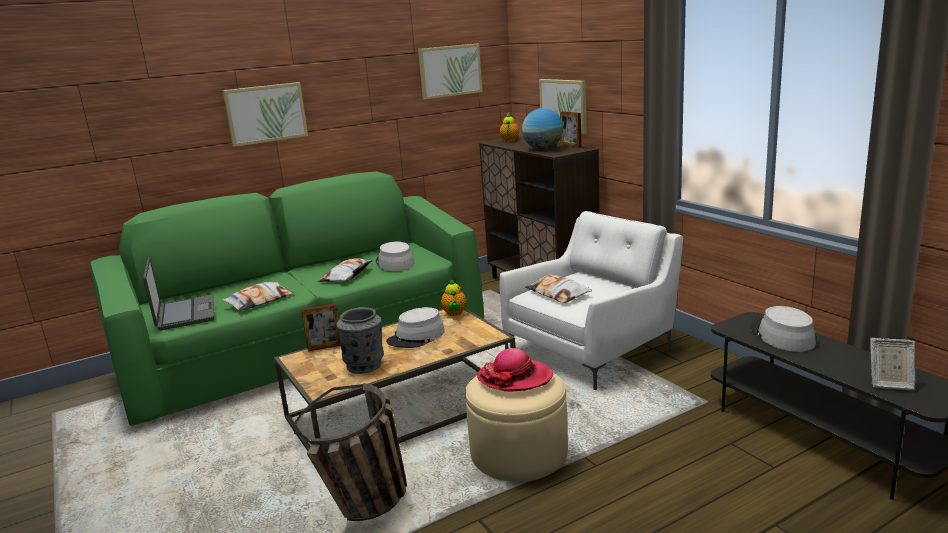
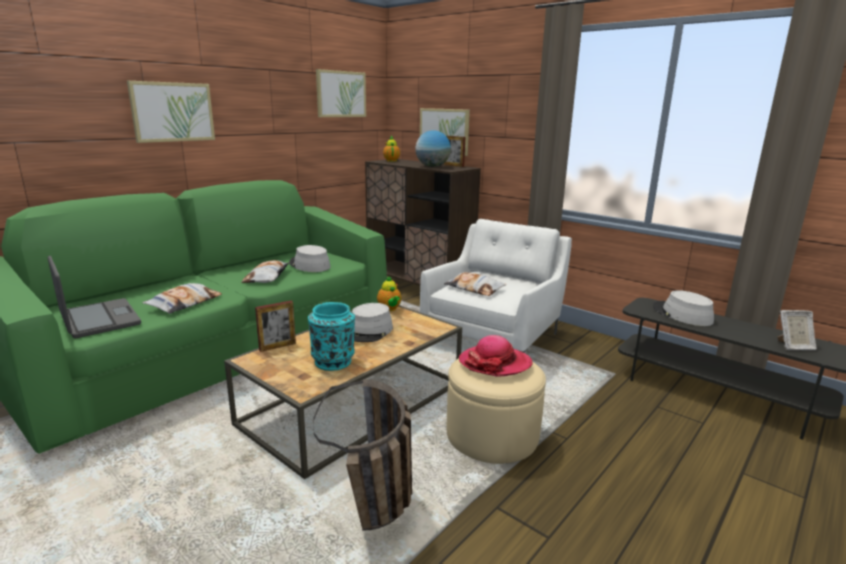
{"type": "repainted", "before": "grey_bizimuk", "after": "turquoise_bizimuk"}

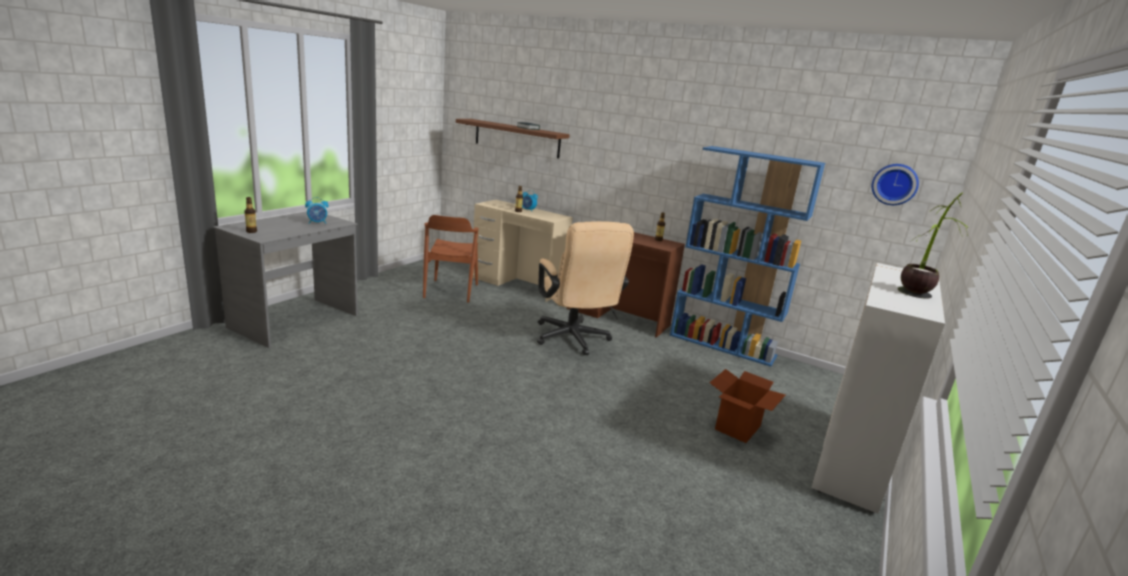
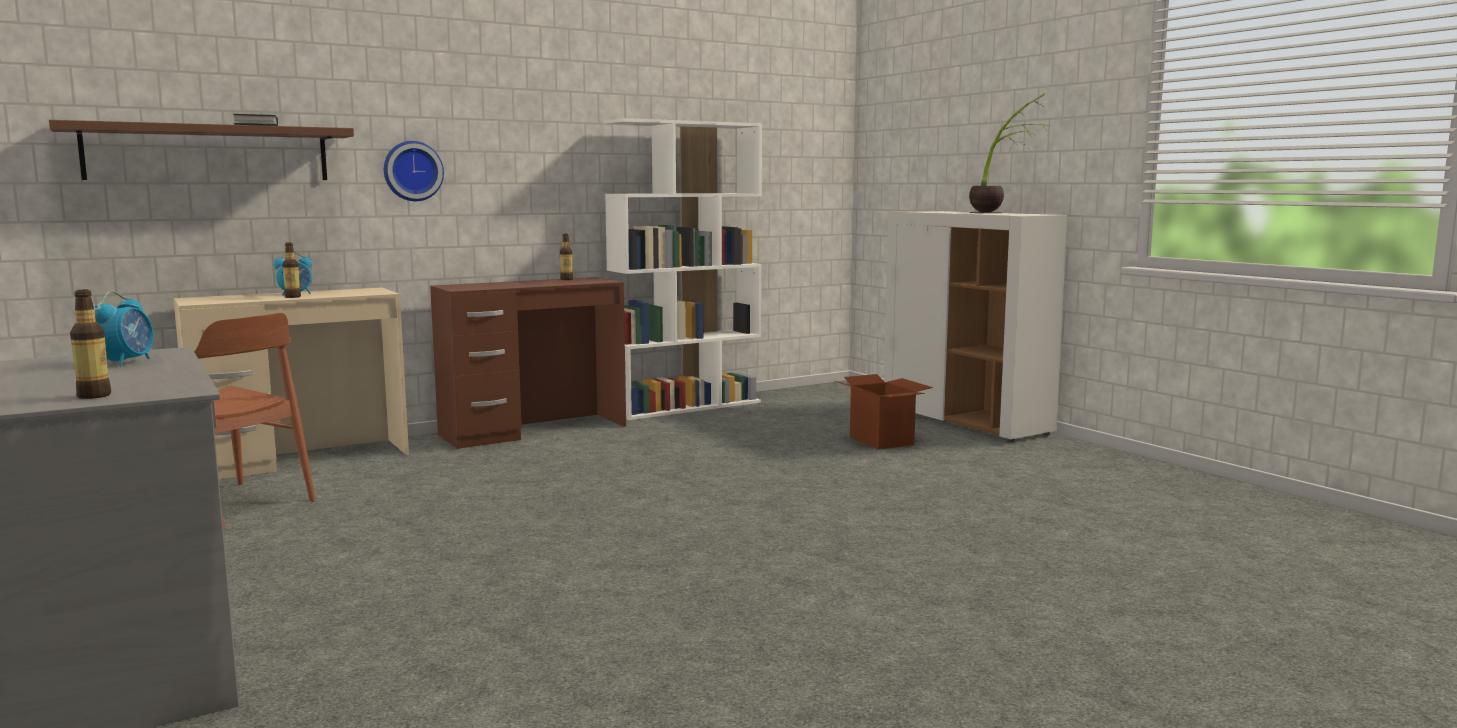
{"type": "gone", "before": "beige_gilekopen"}
{"type": "repainted", "before": "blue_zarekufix", "after": "white_zarekufix"}
{"type": "shifted", "before": "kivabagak"}

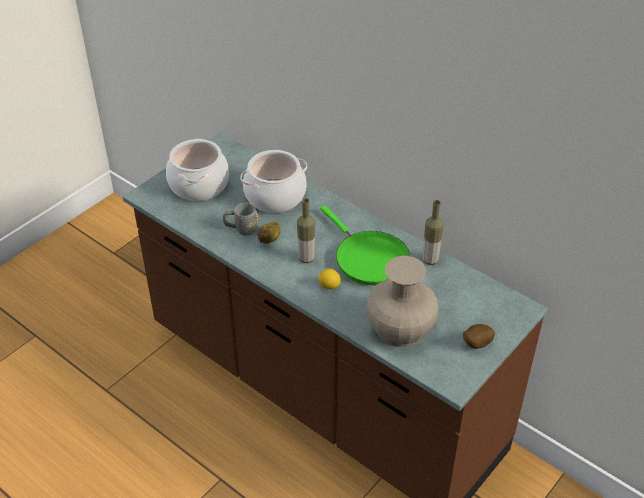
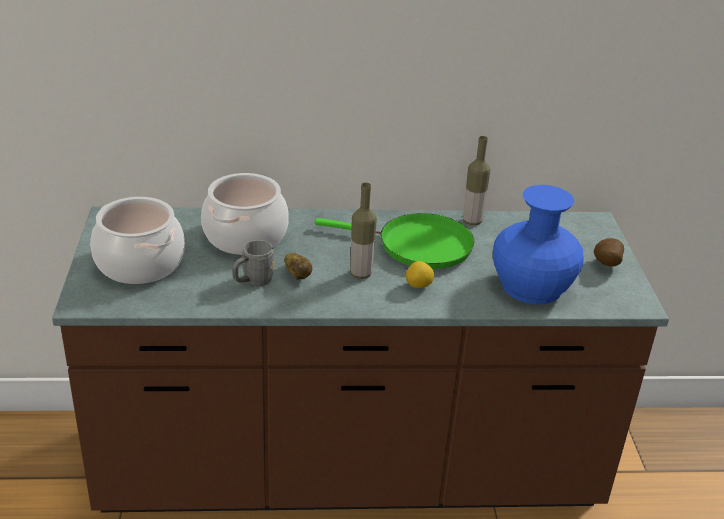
{"type": "repainted", "before": "beige_bizimuk", "after": "blue_bizimuk"}

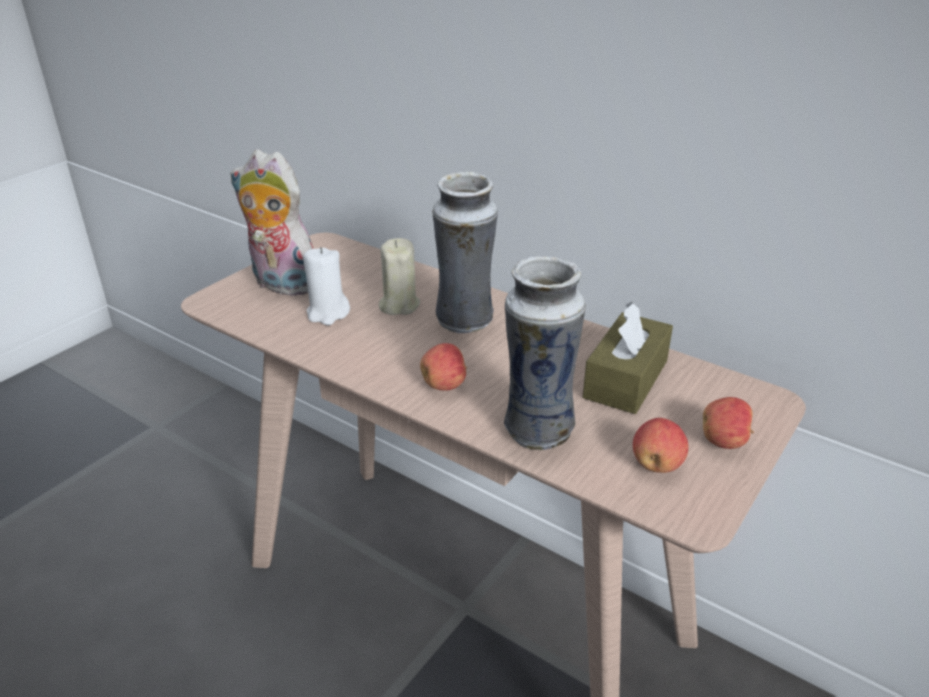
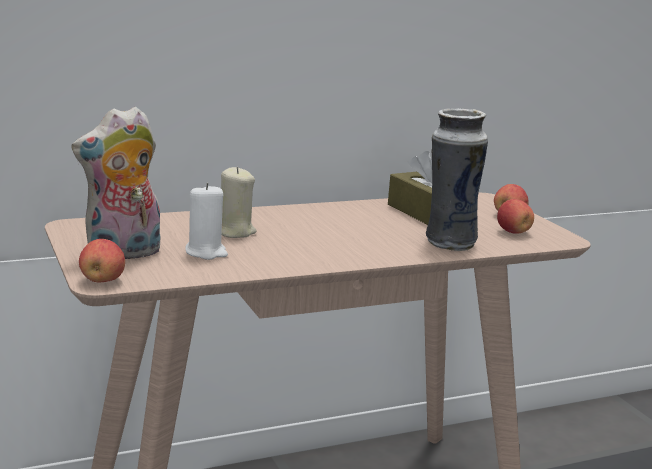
{"type": "shifted", "before": "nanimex (no. 1 from left)"}
{"type": "gone", "before": "bizimuk (no. 1 from left)"}

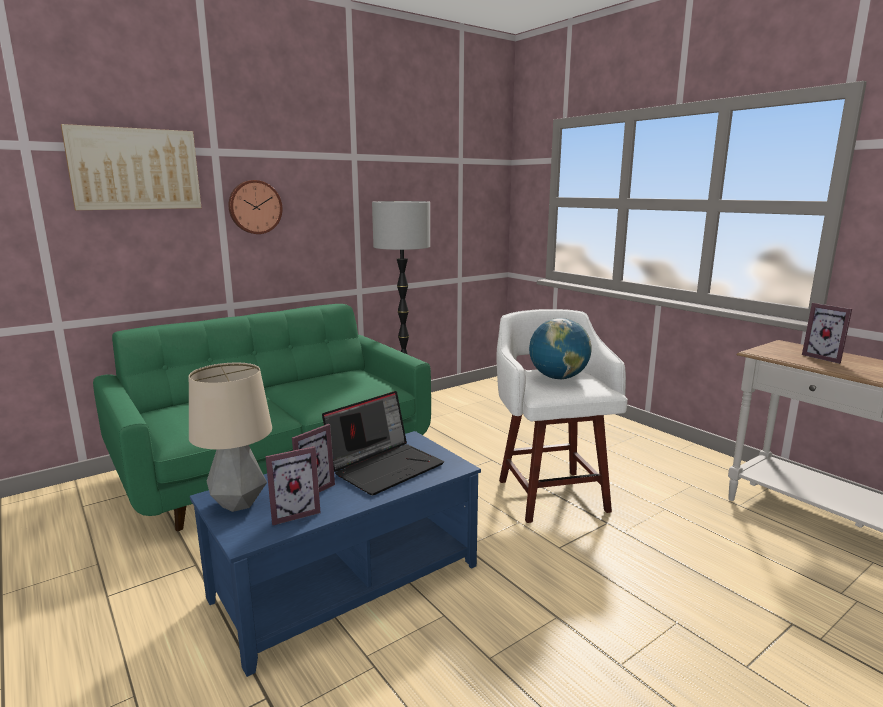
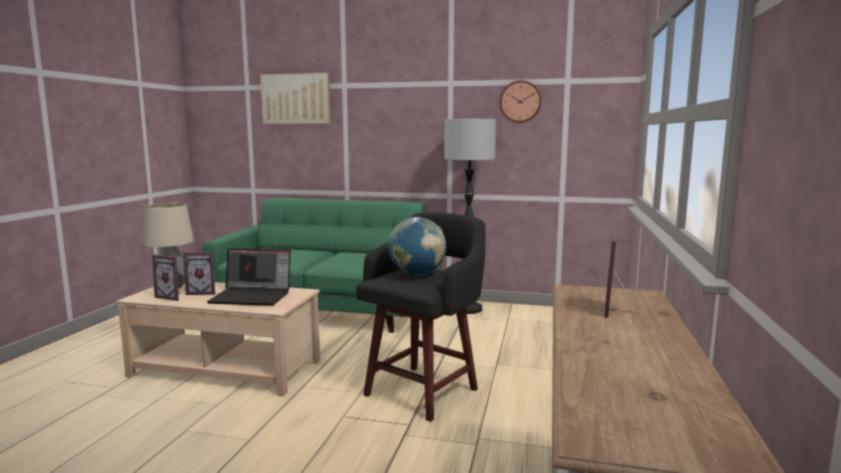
{"type": "repainted", "before": "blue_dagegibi", "after": "beige_dagegibi"}
{"type": "shifted", "before": "kivabagak"}
{"type": "repainted", "before": "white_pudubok", "after": "black_pudubok"}

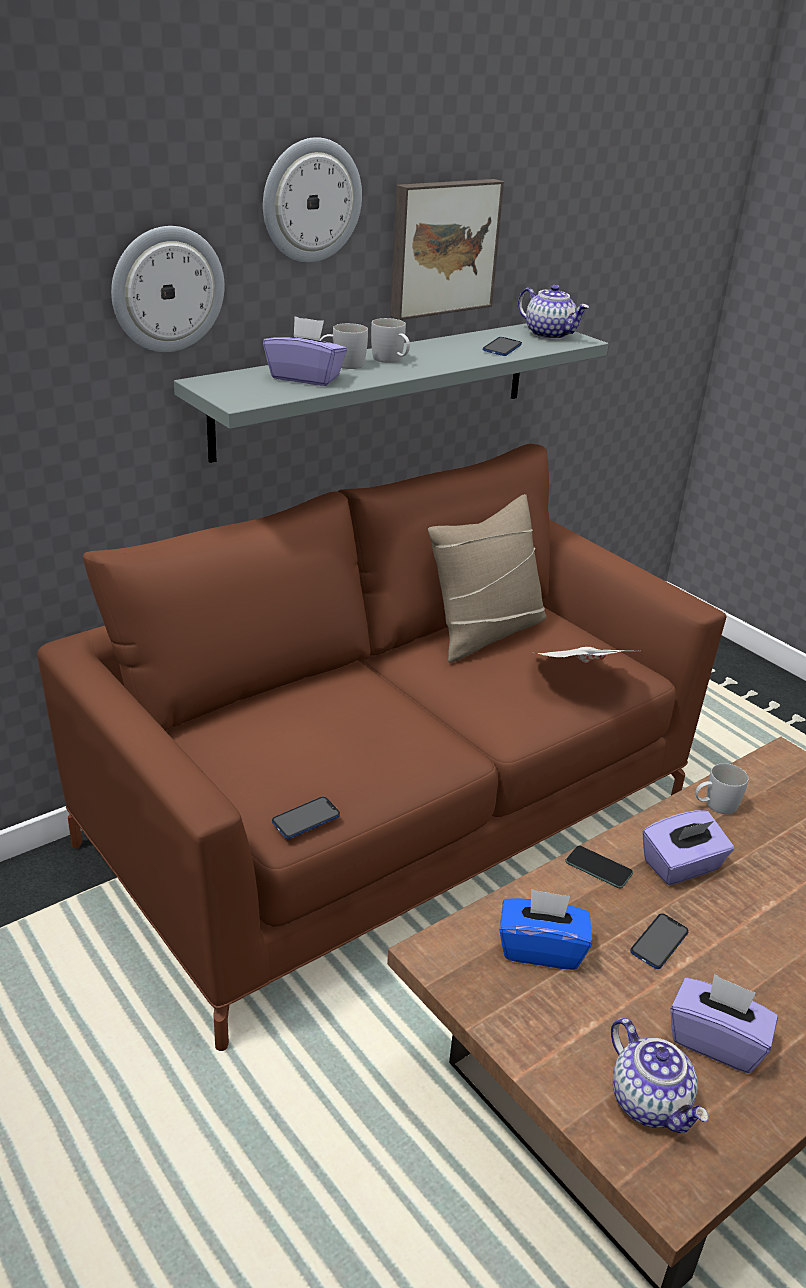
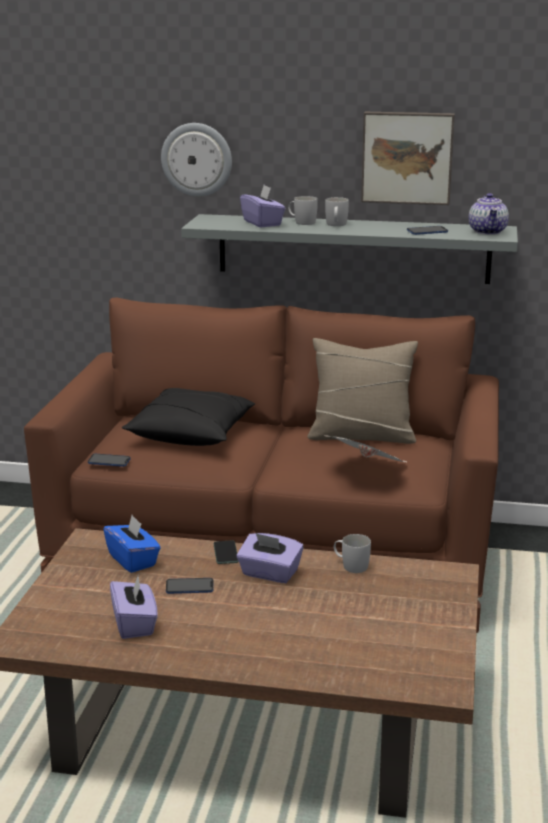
{"type": "gone", "before": "kivabagak (no. 2 from left)"}
{"type": "gone", "before": "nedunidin (no. 2 from left)"}
{"type": "new", "after": "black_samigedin"}

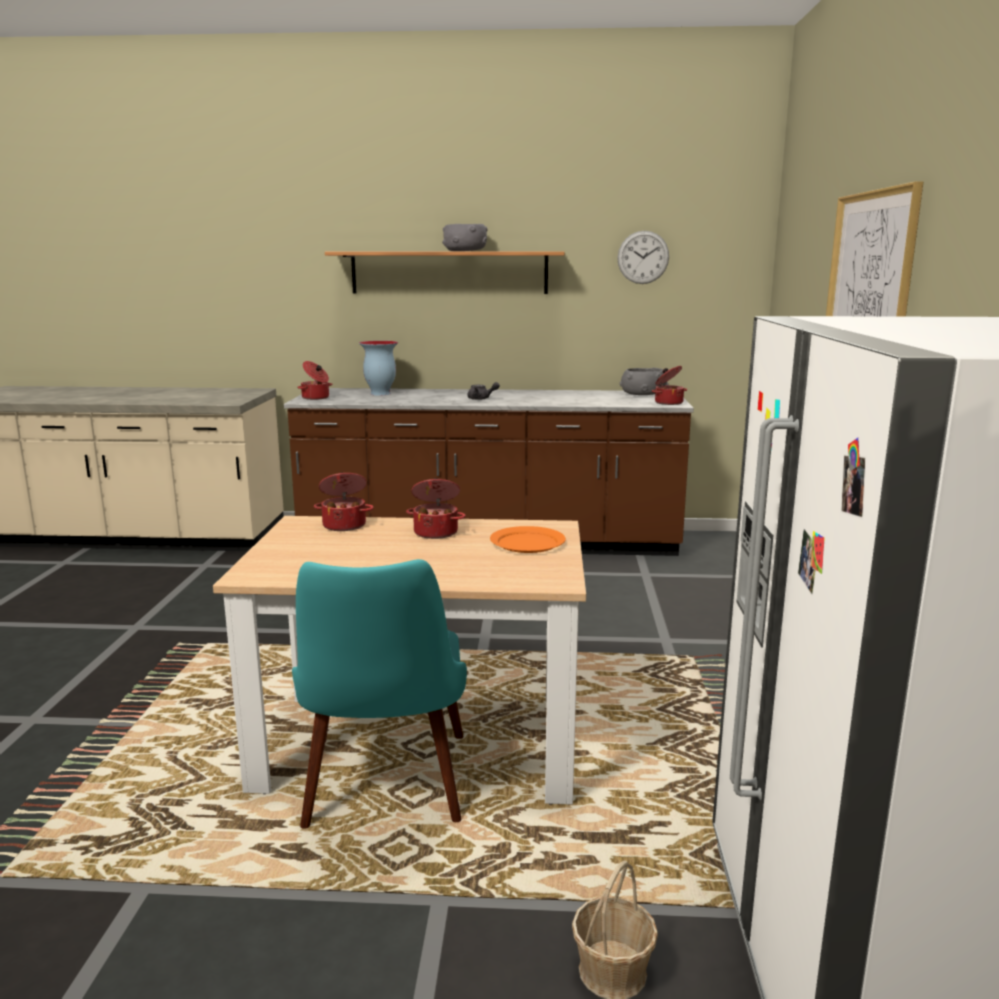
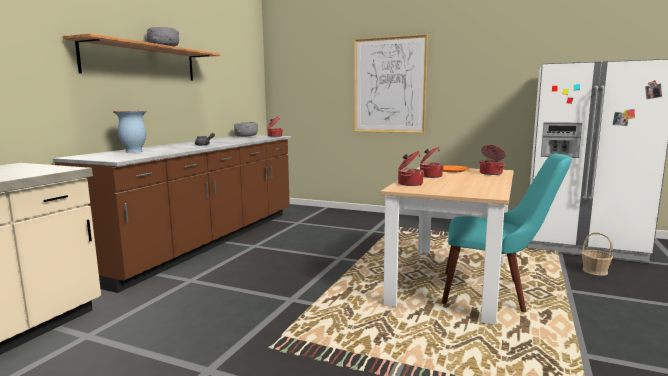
{"type": "shifted", "before": "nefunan (no. 1 from left in the first image)", "after": "nefunan (no. 4 from left)"}
{"type": "gone", "before": "kivabagak"}

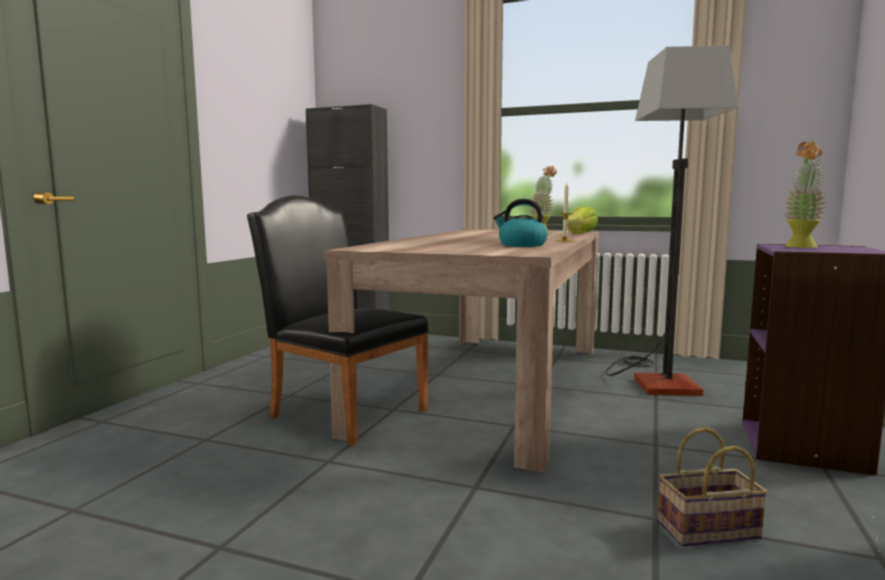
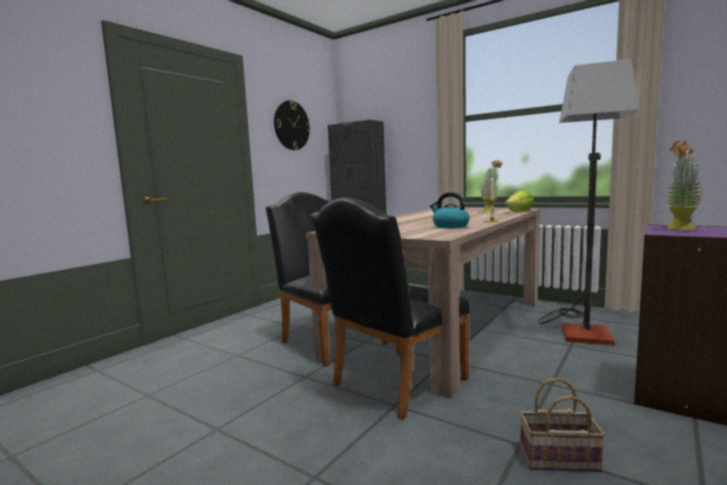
{"type": "new", "after": "kivabagak"}
{"type": "new", "after": "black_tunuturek (no. 2 from left)"}

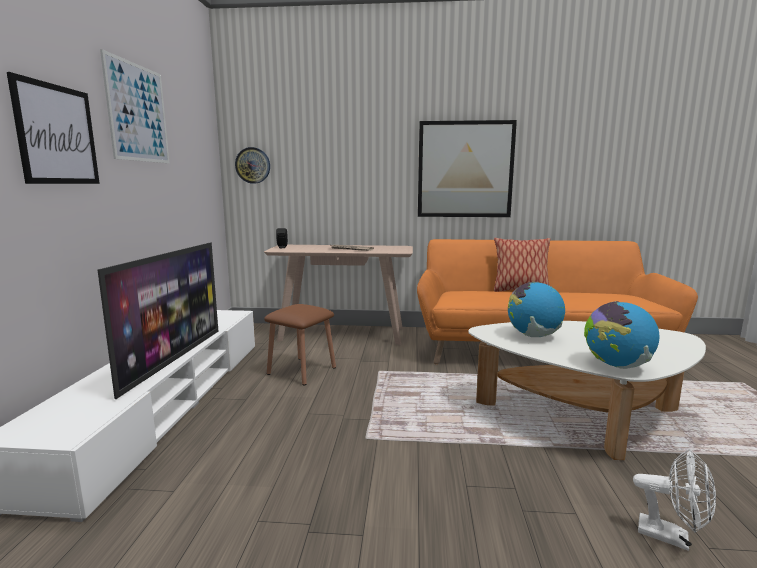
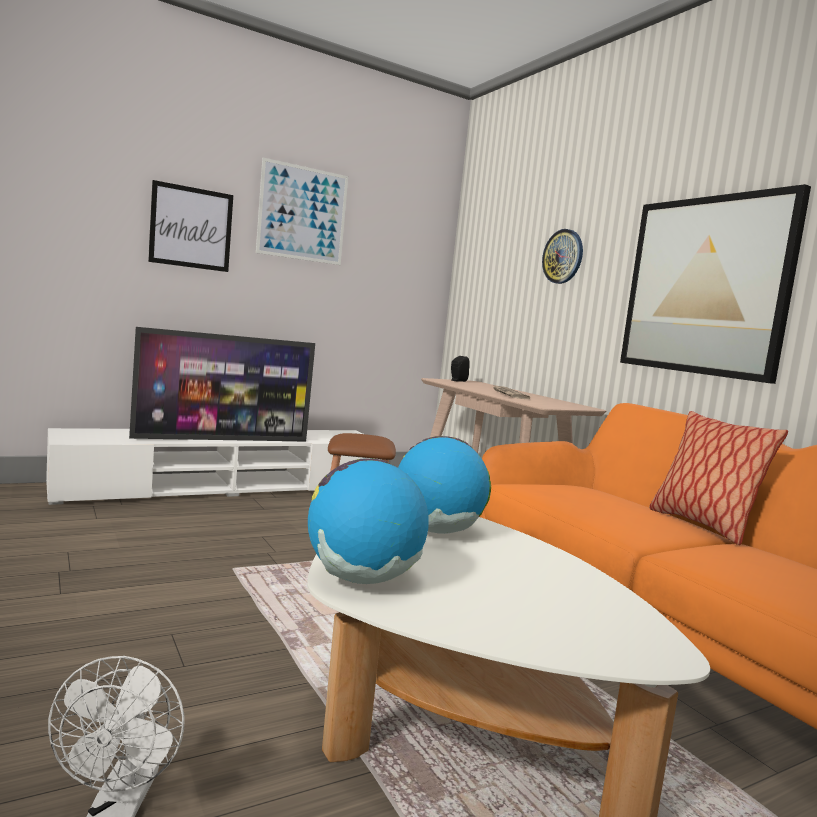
{"type": "shifted", "before": "kivabagak"}

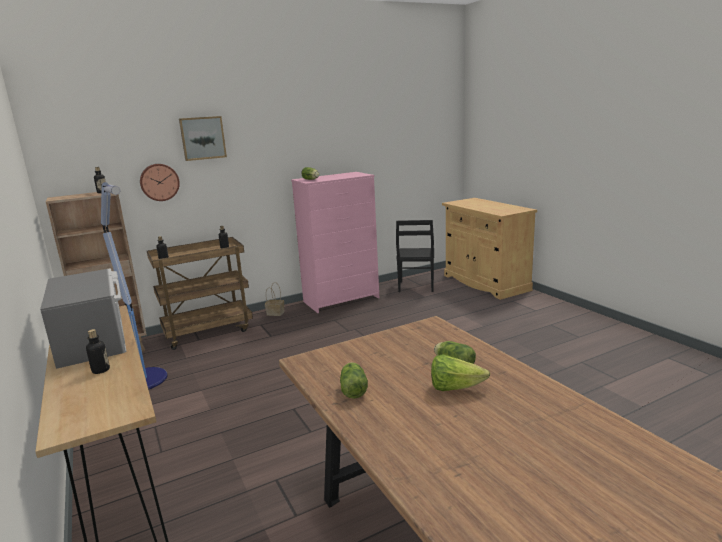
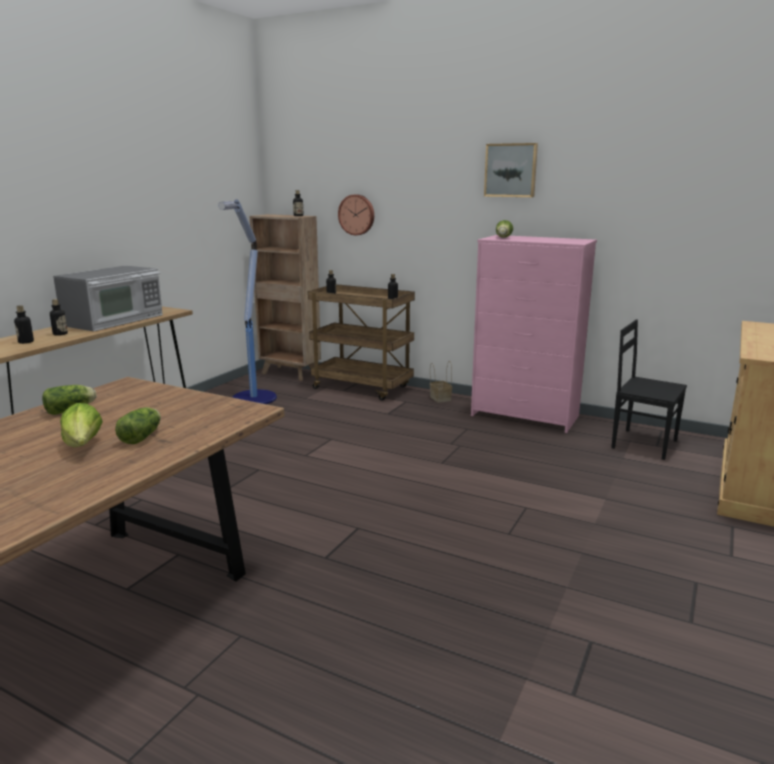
{"type": "shifted", "before": "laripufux"}
{"type": "rotated", "before": "black_tunuturek", "turn": 60}
{"type": "new", "after": "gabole (no. 1 from left)"}

